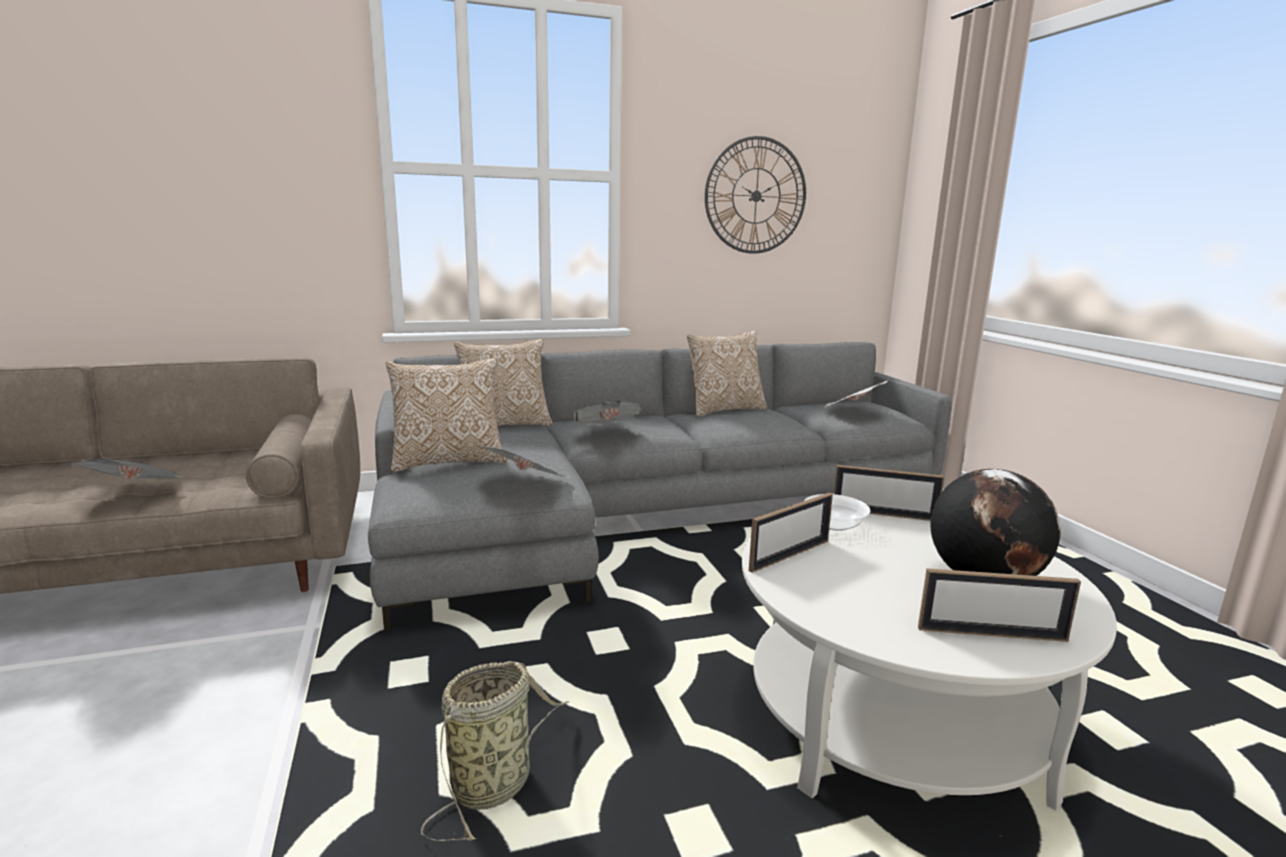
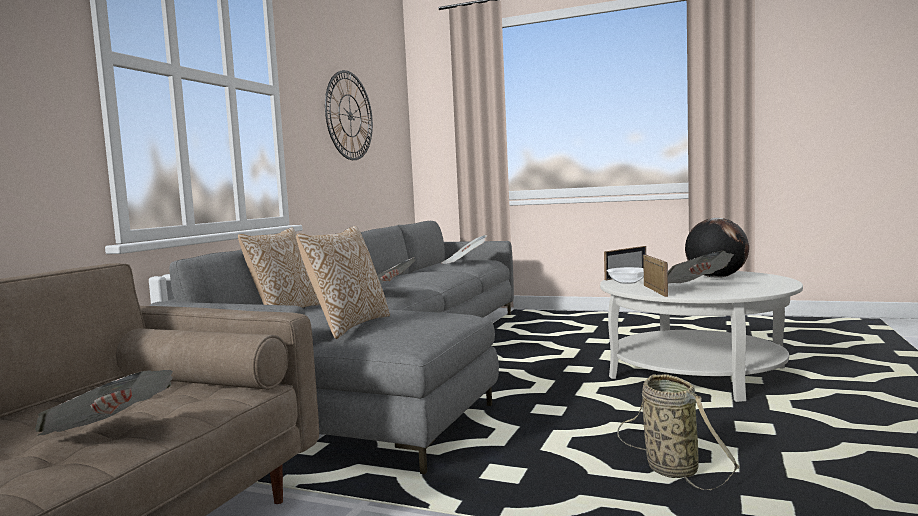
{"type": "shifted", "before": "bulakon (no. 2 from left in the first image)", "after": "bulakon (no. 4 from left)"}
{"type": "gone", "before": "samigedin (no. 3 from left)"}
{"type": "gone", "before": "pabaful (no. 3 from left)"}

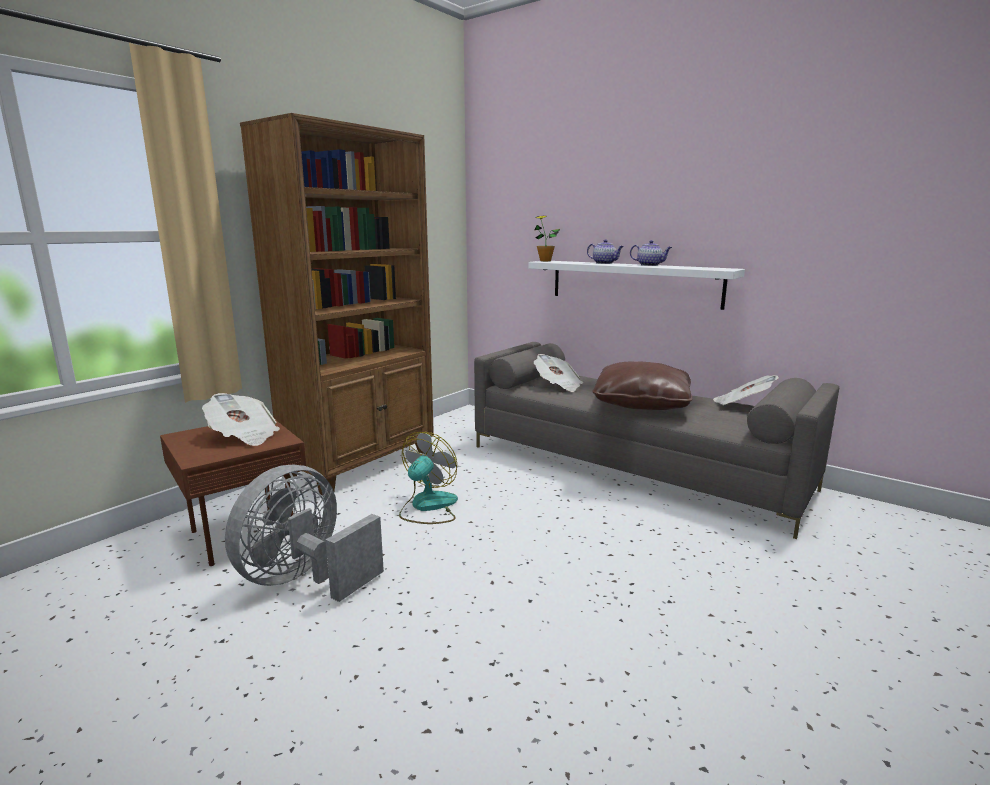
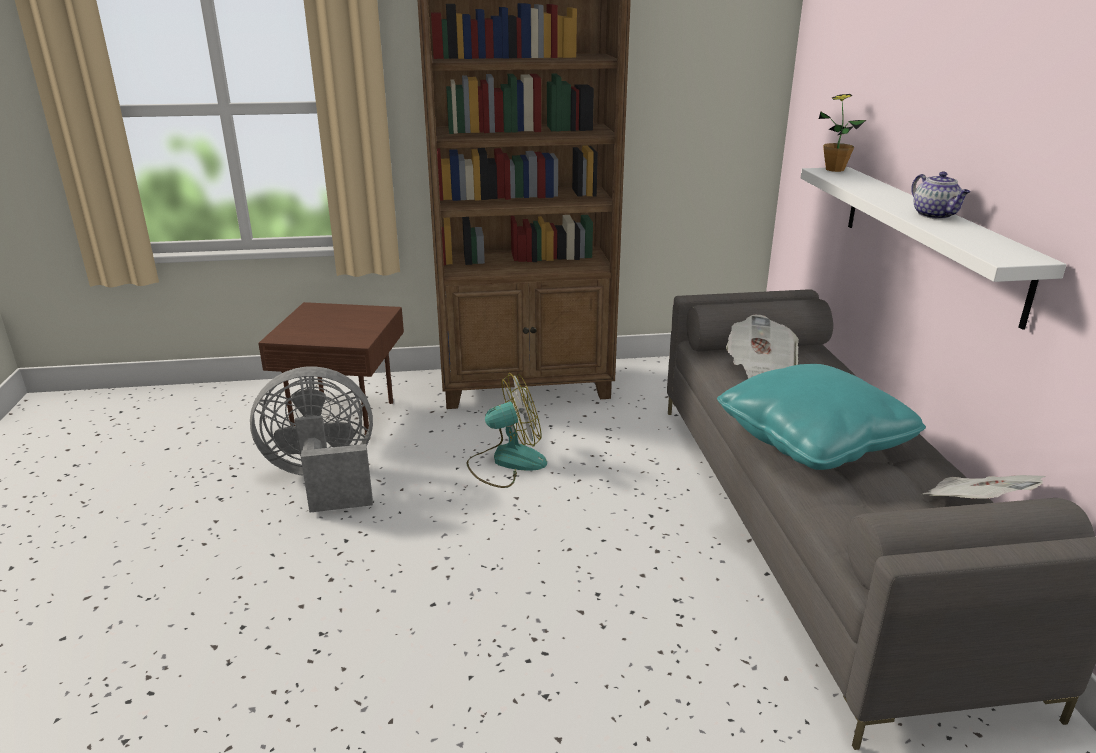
{"type": "gone", "before": "bulakon (no. 1 from left)"}
{"type": "gone", "before": "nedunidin (no. 1 from left)"}
{"type": "repainted", "before": "brown_samigedin", "after": "turquoise_samigedin"}

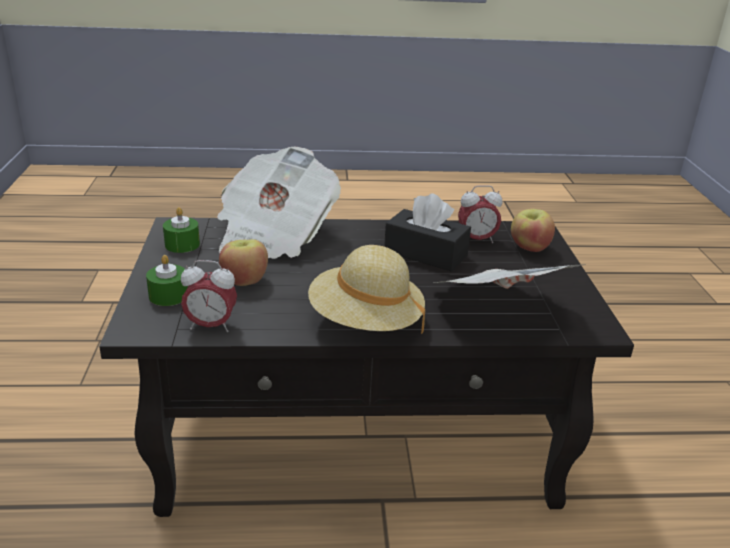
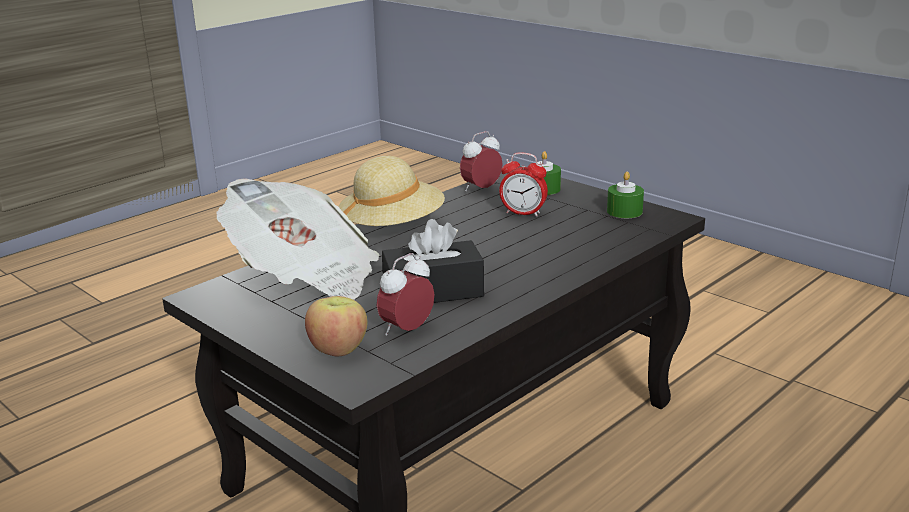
{"type": "gone", "before": "bulakon (no. 1 from left)"}
{"type": "swapped", "before": "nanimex (no. 1 from left)", "after": "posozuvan (no. 3 from left)"}

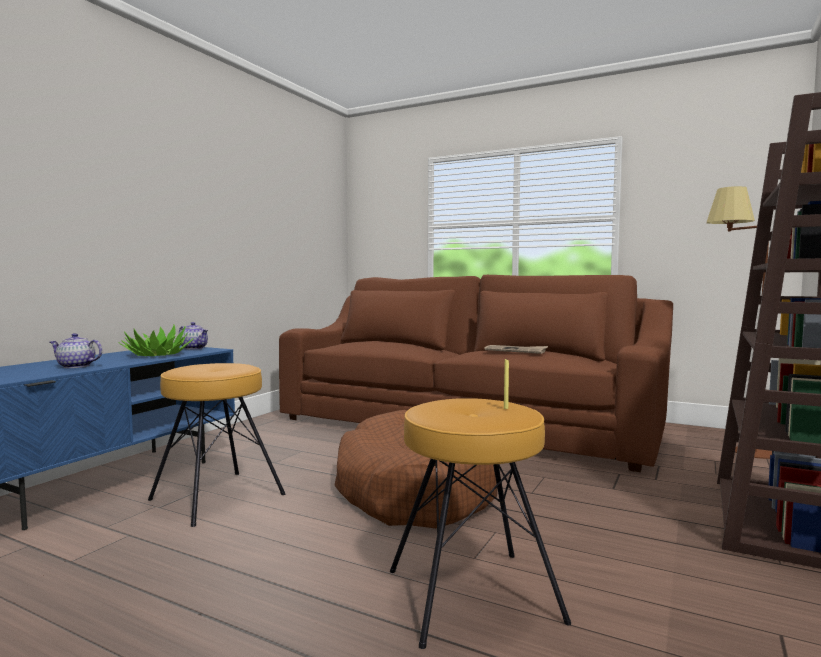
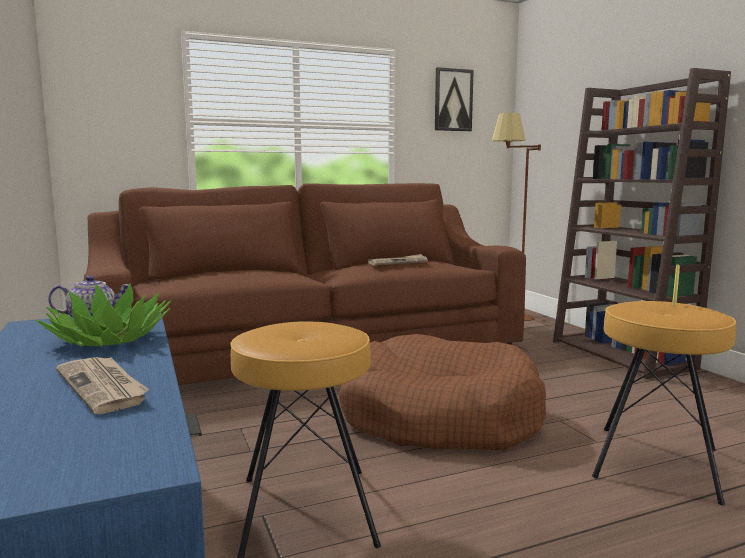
{"type": "swapped", "before": "nedunidin (no. 1 from left)", "after": "bulakon (no. 1 from left)"}
{"type": "new", "after": "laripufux"}

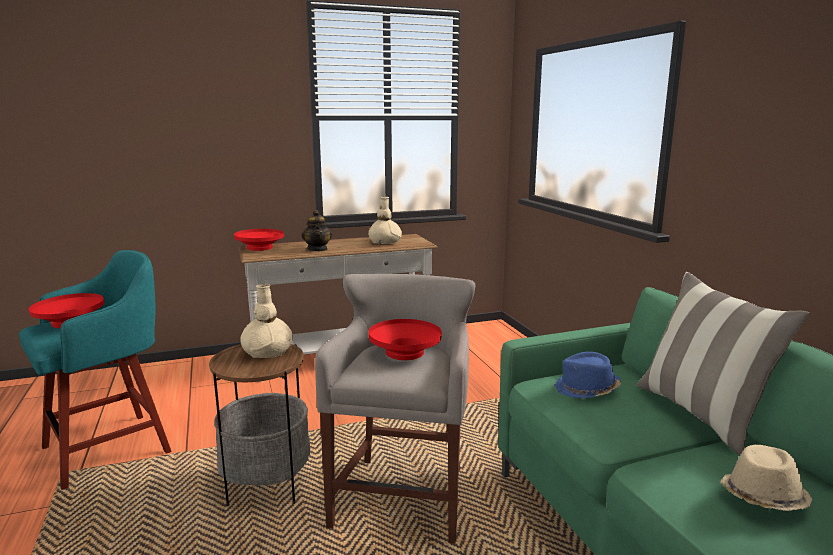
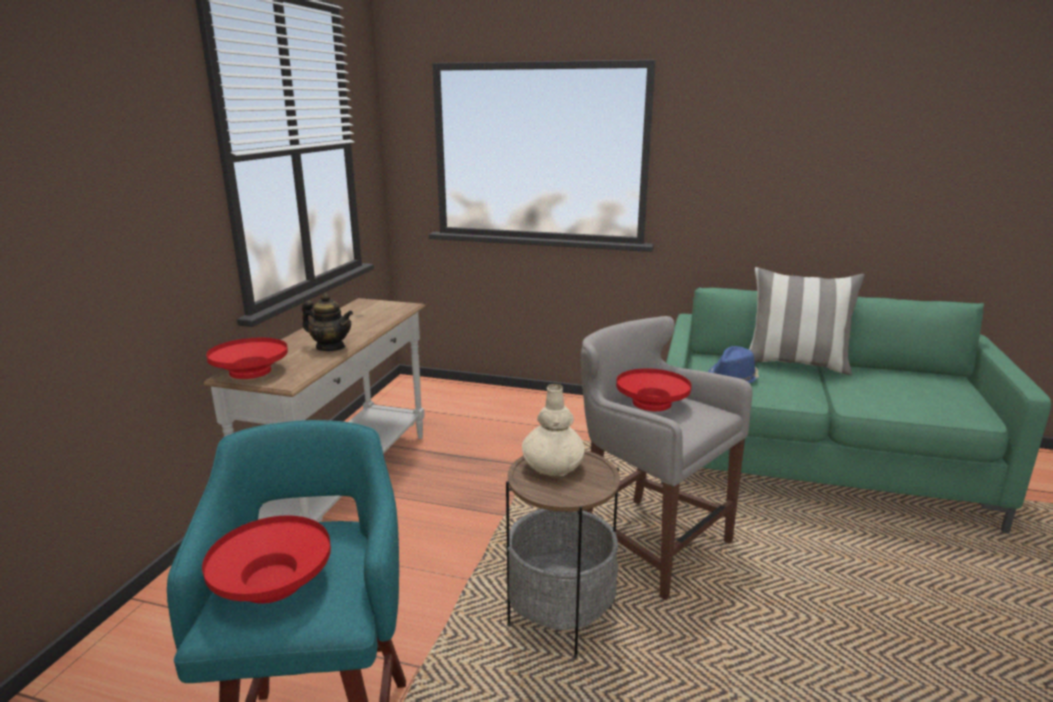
{"type": "gone", "before": "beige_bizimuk (no. 2 from left)"}
{"type": "gone", "before": "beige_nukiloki"}

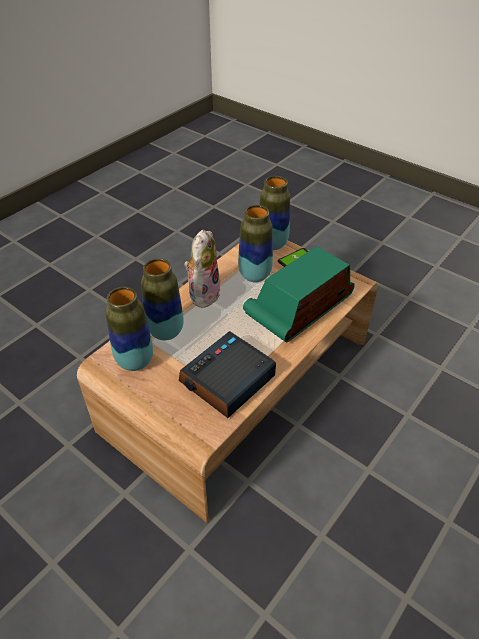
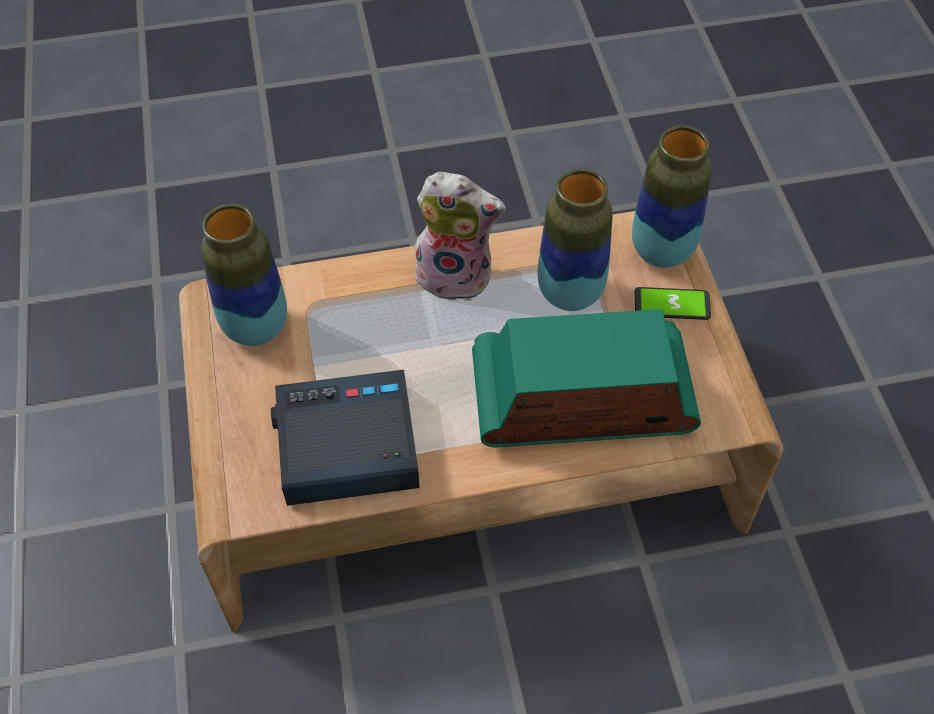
{"type": "gone", "before": "bizimuk (no. 2 from left)"}
{"type": "rotated", "before": "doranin", "turn": 45}

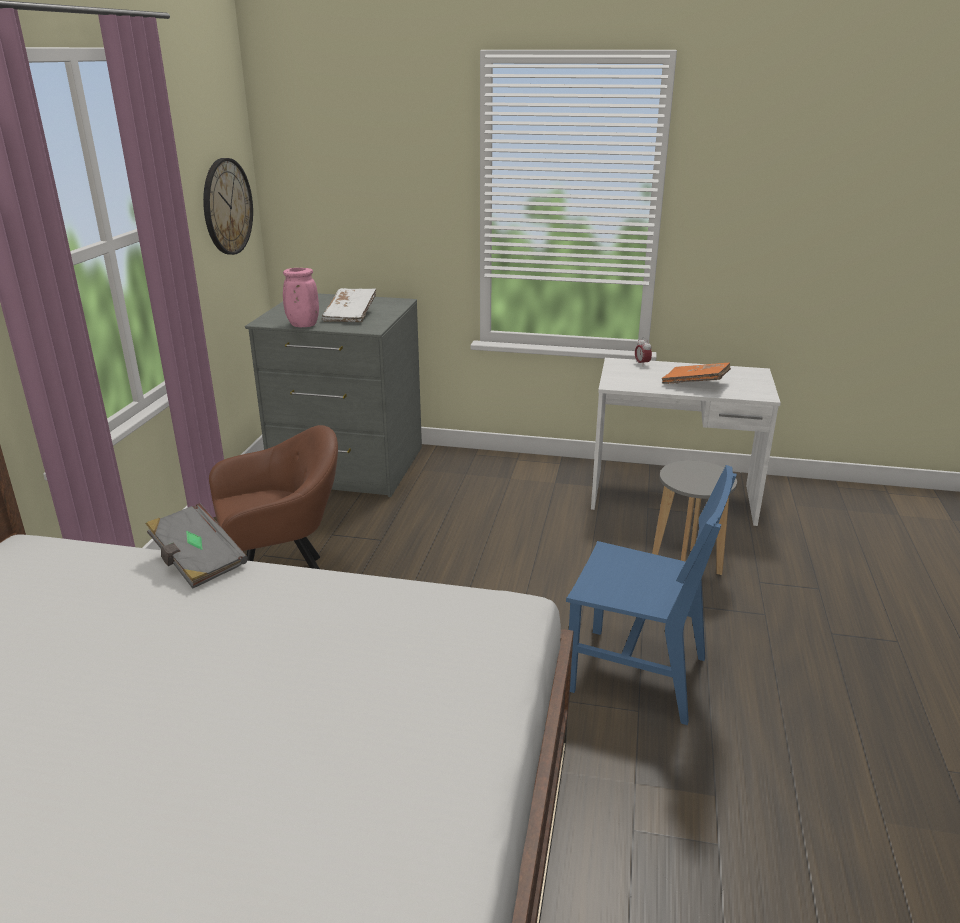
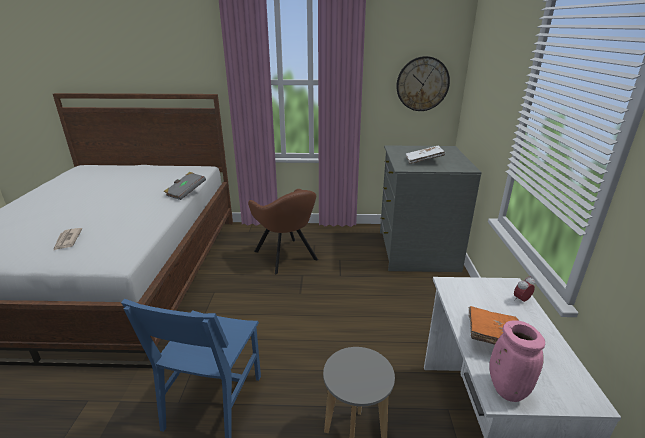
{"type": "shifted", "before": "pink_bizimuk"}
{"type": "new", "after": "bulakon"}

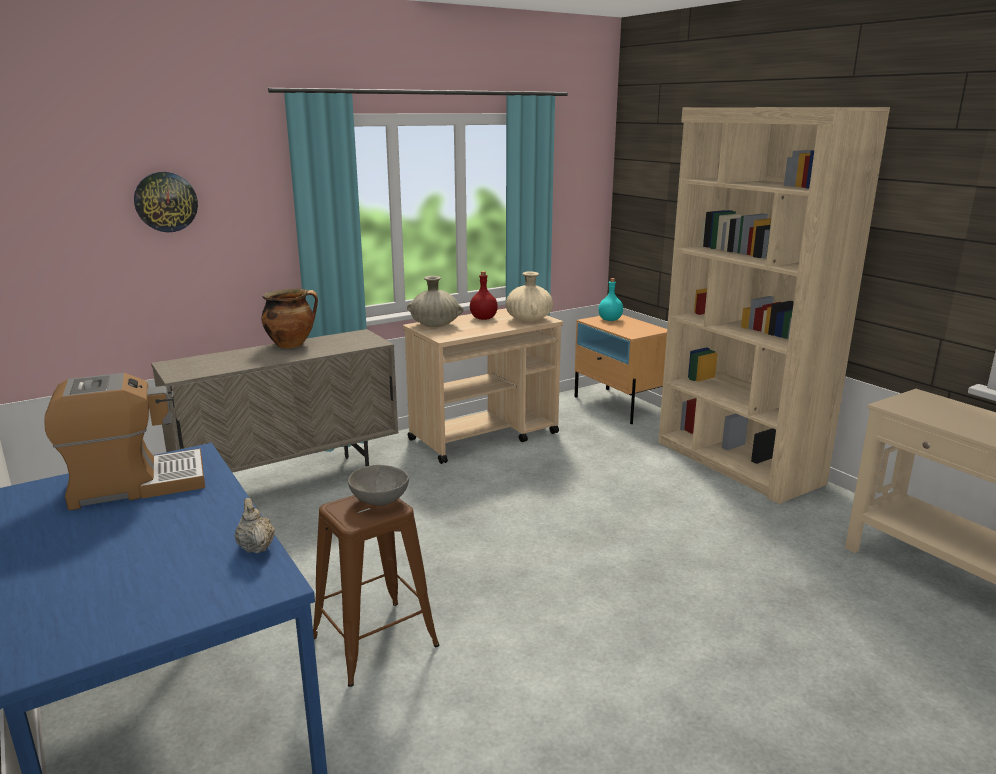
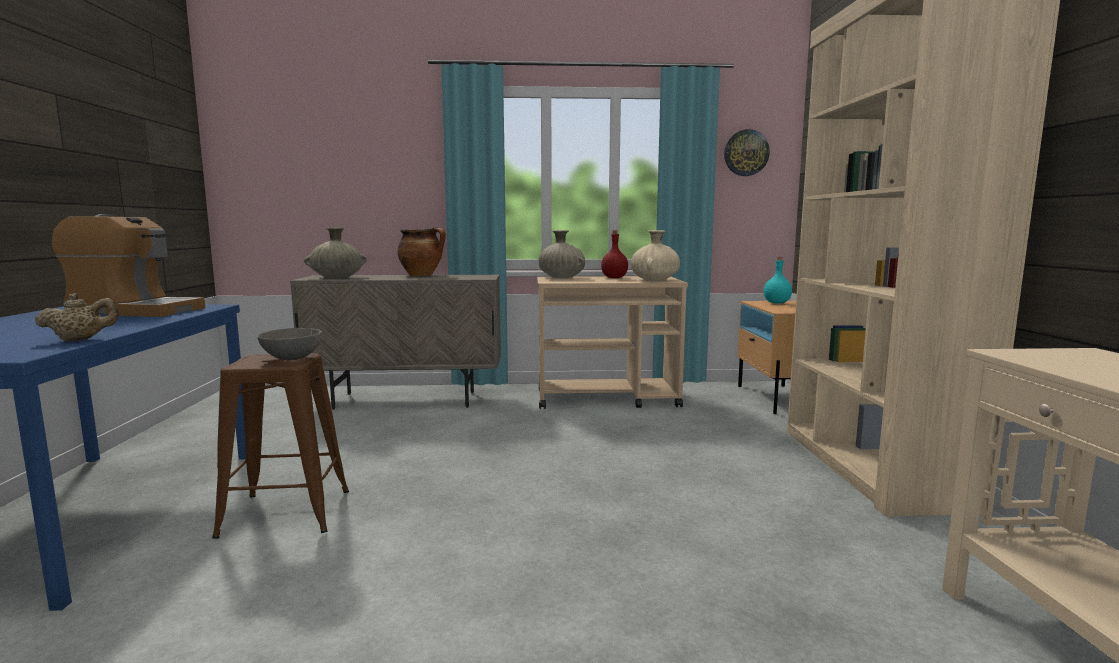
{"type": "shifted", "before": "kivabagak"}
{"type": "rotated", "before": "beige_nedunidin", "turn": 60}
{"type": "new", "after": "beige_bizimuk (no. 1 from left)"}

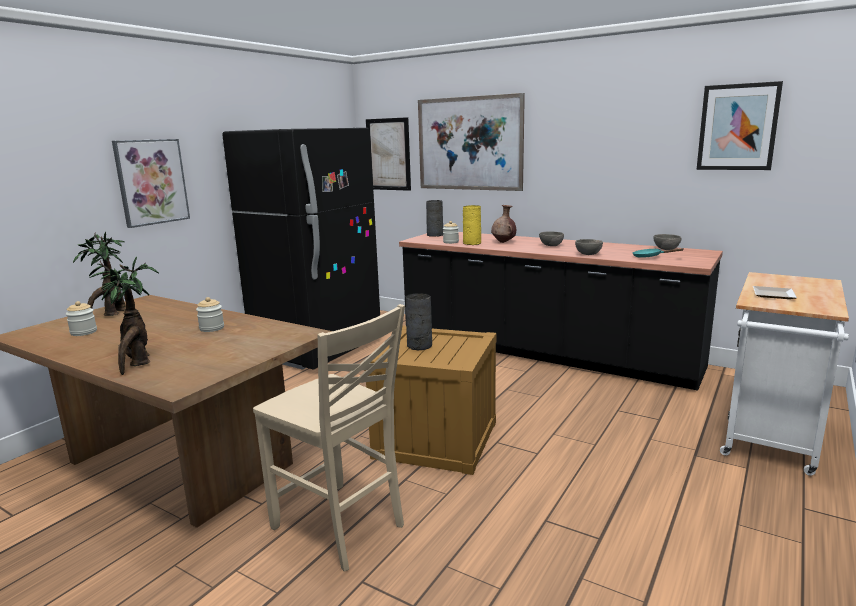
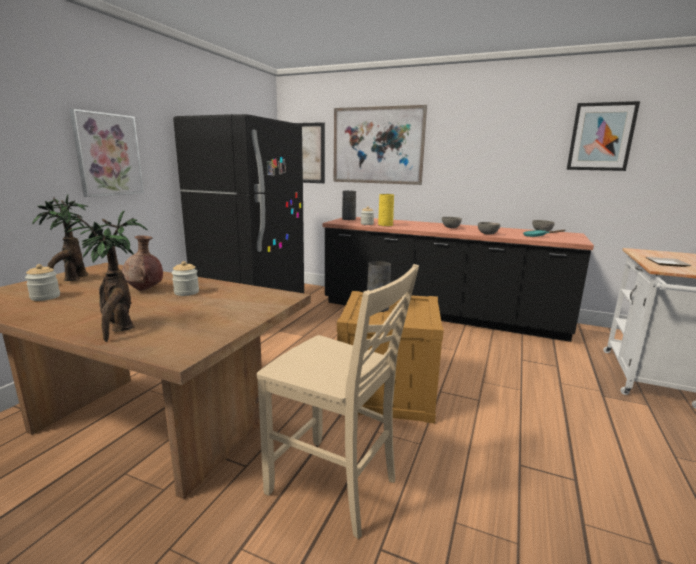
{"type": "shifted", "before": "brown_bizimuk"}

